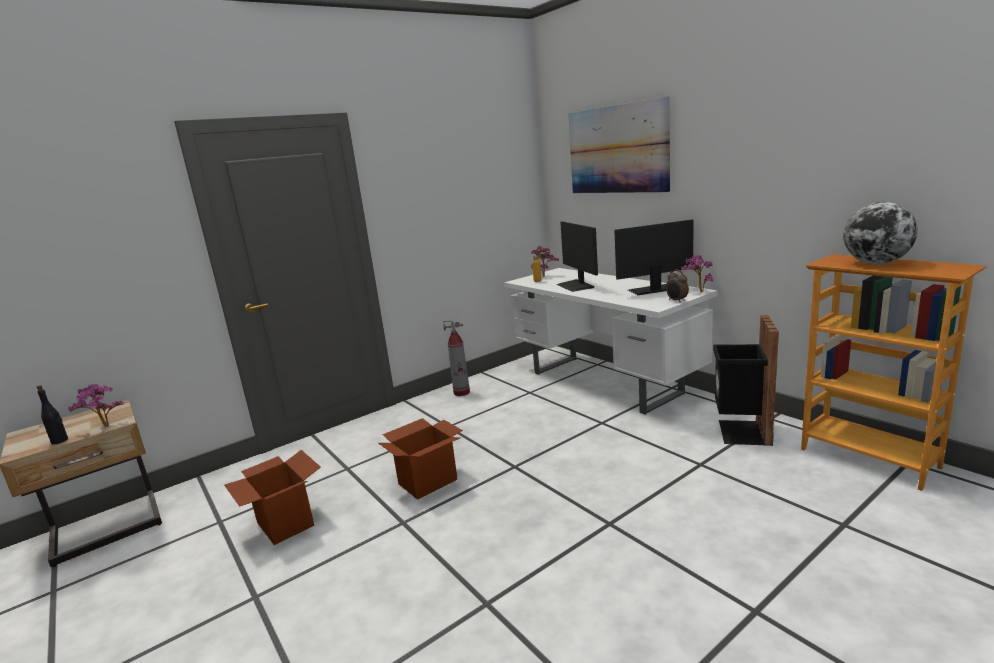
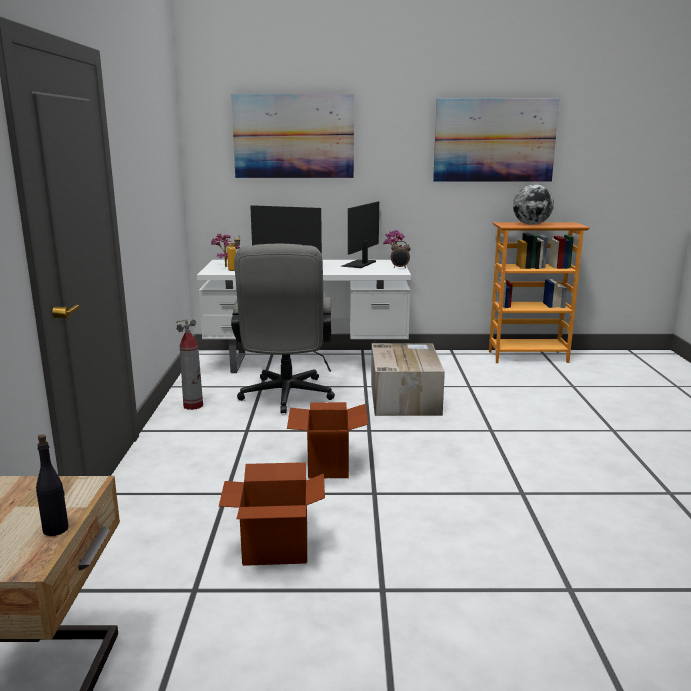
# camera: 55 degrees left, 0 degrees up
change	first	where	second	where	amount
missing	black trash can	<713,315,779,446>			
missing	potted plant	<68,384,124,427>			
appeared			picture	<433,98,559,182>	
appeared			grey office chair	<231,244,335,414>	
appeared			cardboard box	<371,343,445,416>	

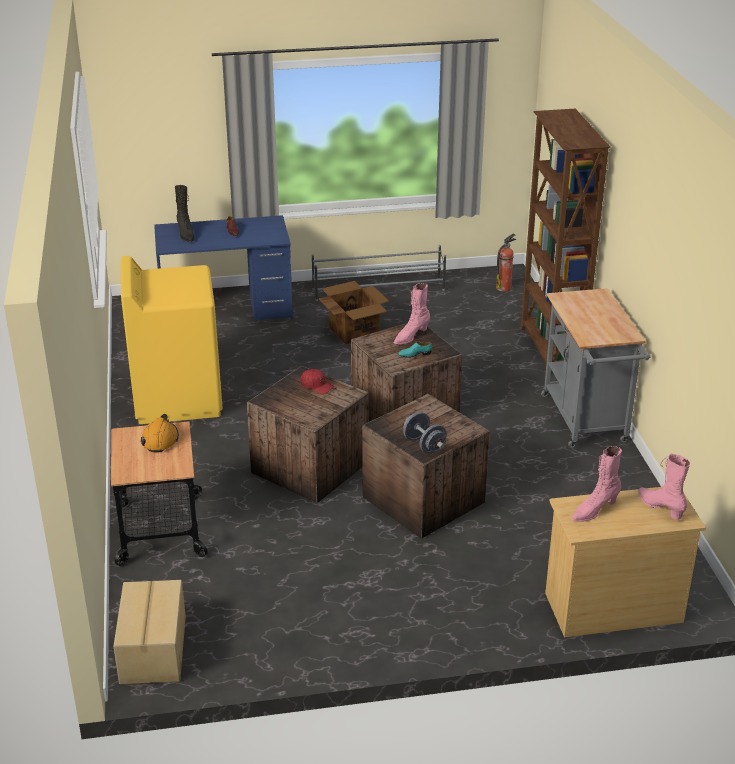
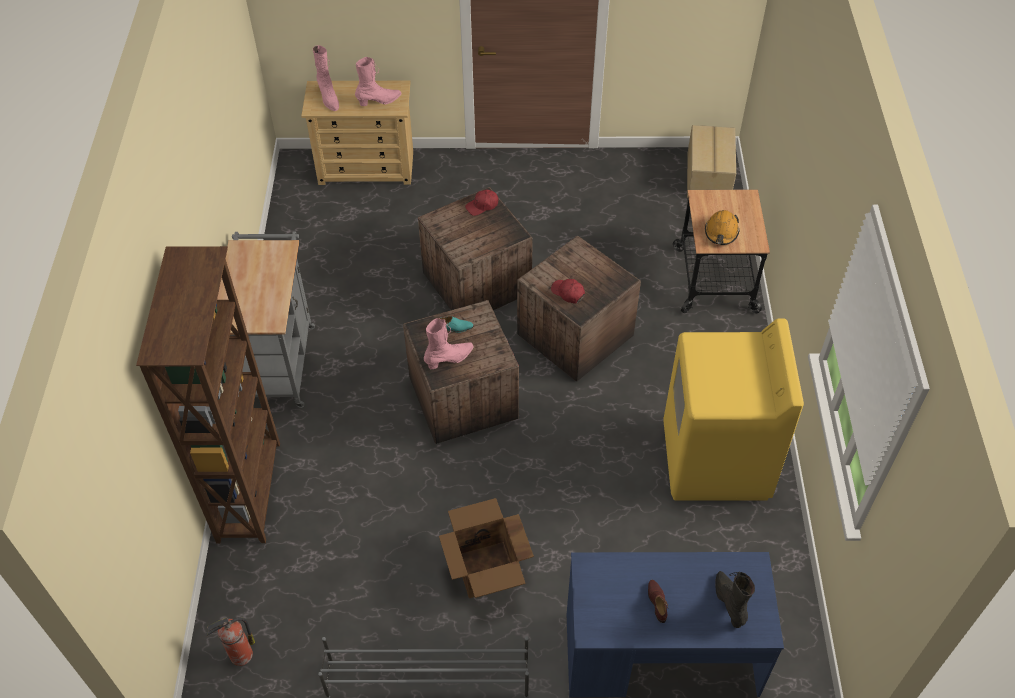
# camera: 170 degrees left, 20 degrees up
change	first	where	second	where	amount
exchanged	grey dumbbell	<403,412,447,454>	red cap	<465,189,499,216>	

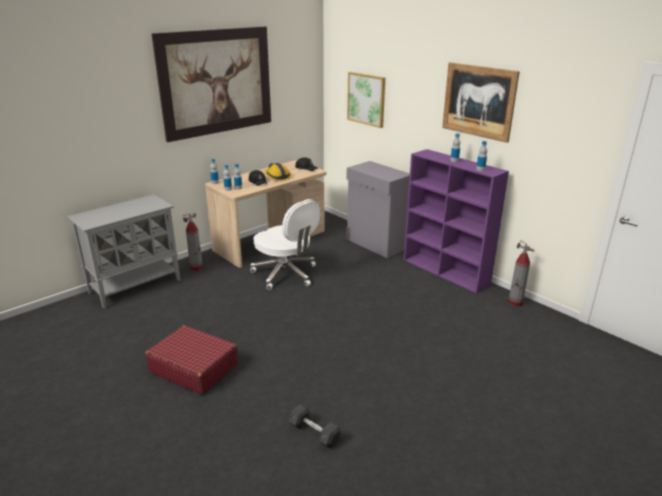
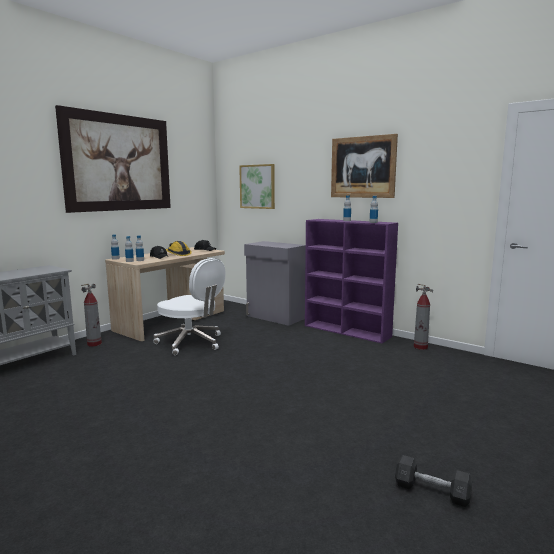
# camera: 10 degrees left, 15 degrees down
change	first	where	second	where	amount
missing	red suitcase	<145,325,238,395>			
relocated	grey dumbbell	<289,404,341,449>		<395,455,472,507>	

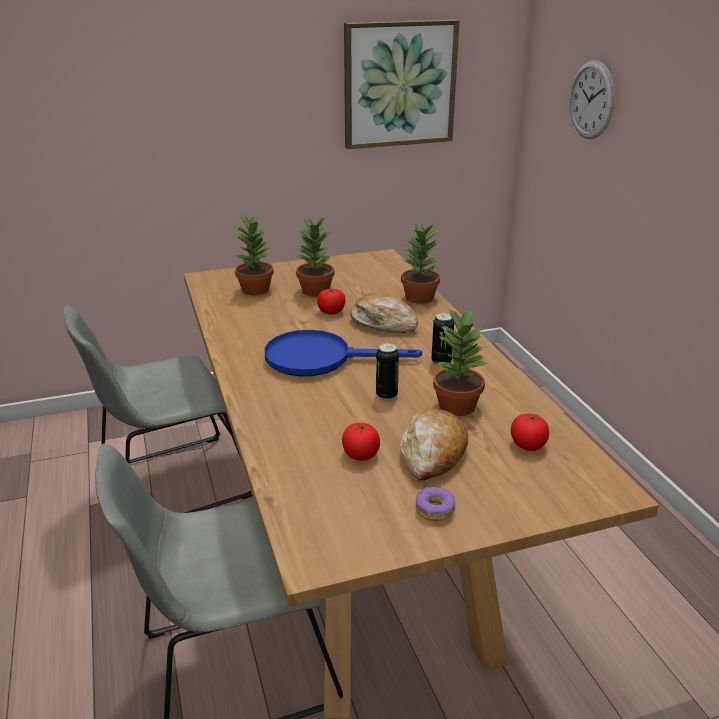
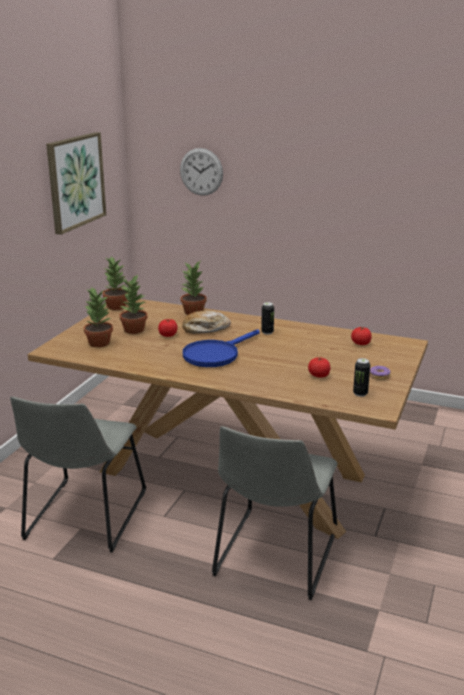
# camera: 50 degrees left, 5 degrees down
change	first	where	second	where	amount
relocated	potted plant	<433,309,488,416>		<103,256,128,310>	
relocated	can	<376,343,399,400>		<353,358,370,397>	
missing	bread	<400,409,468,480>			

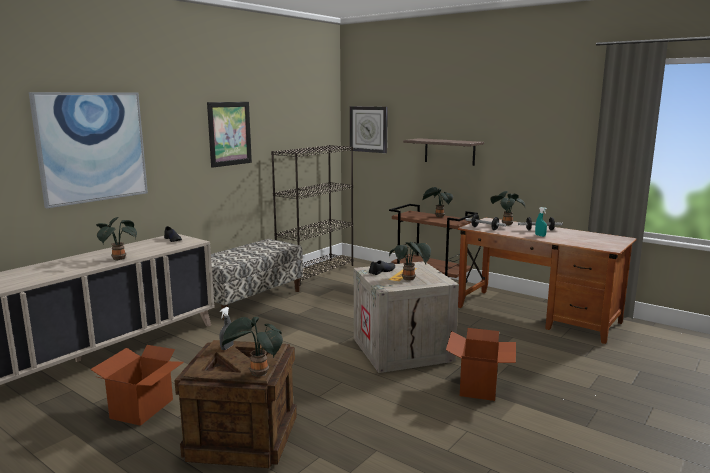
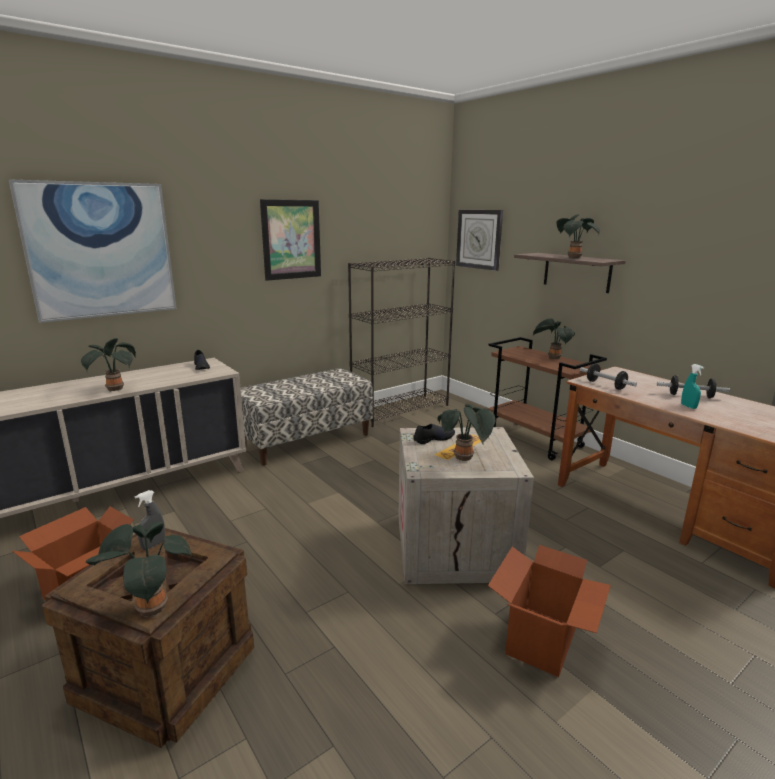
# camera: 15 degrees right, 5 degrees up
change	first	where	second	where	amount
relocated	potted plant	<491,191,525,226>		<556,214,600,258>	

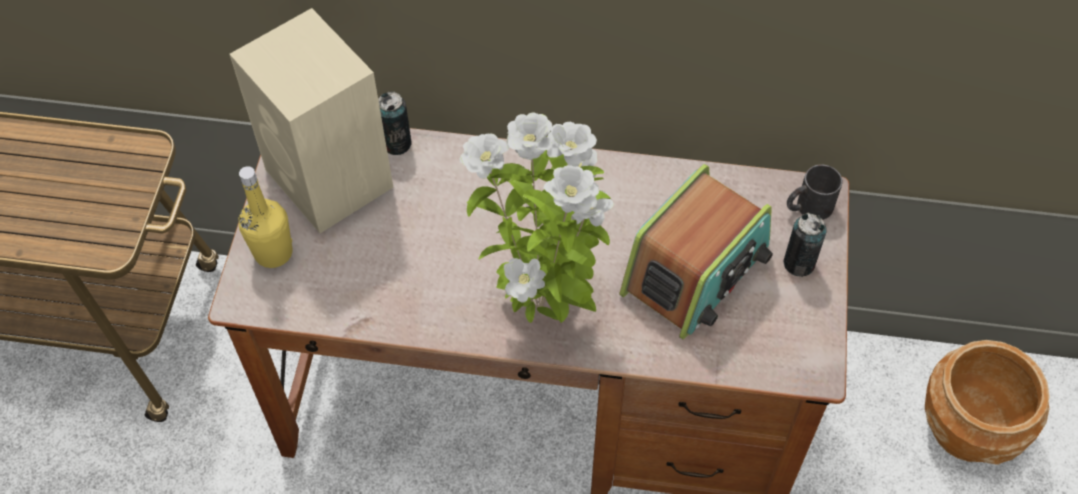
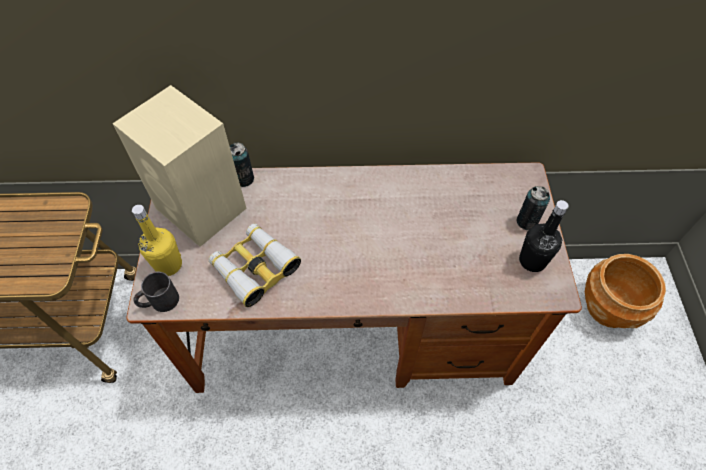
# camera: 10 degrees left, 0 degrees up
change	first	where	second	where	amount
missing	potted plant	<459,113,614,323>			
missing	radio	<619,164,773,339>			
relocated	black mug	<787,165,843,220>		<133,272,179,312>	
appeared			black bottle	<519,200,569,272>	
appeared			binoculars	<209,223,301,307>	

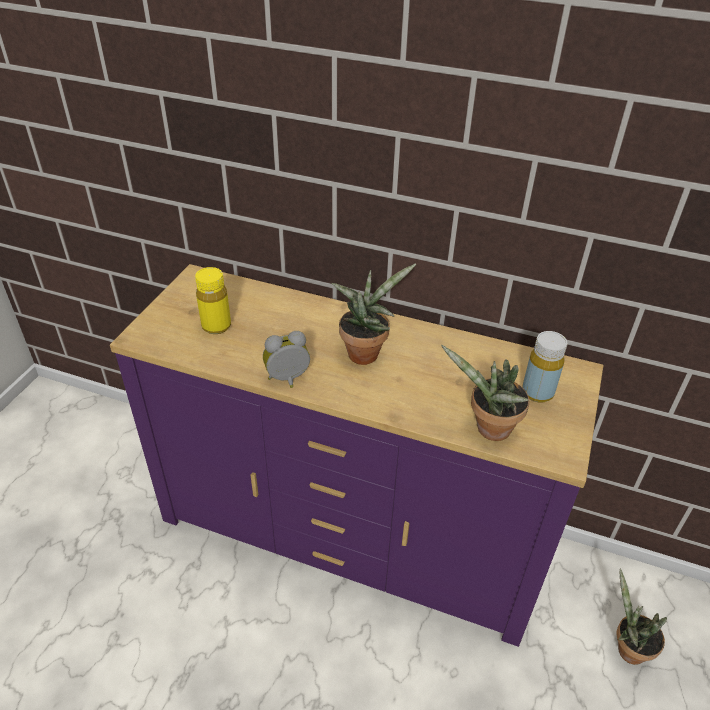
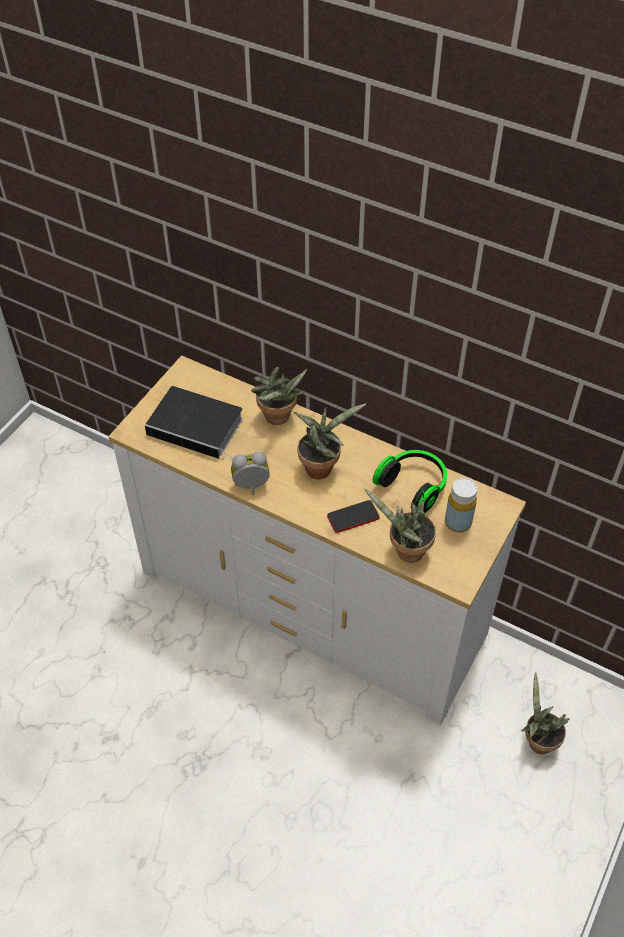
# camera: 10 degrees right, 10 degrees up
change	first	where	second	where	amount
colour	purple dresser	<110,264,604,647>	white dresser	<108,355,526,725>	
exchanged	yellow bottle	<195,267,231,334>	book	<145,386,243,460>	
appeared			potted plant	<251,367,307,425>	
appeared			headphones	<373,450,447,513>	
appeared			phone	<327,500,380,533>	

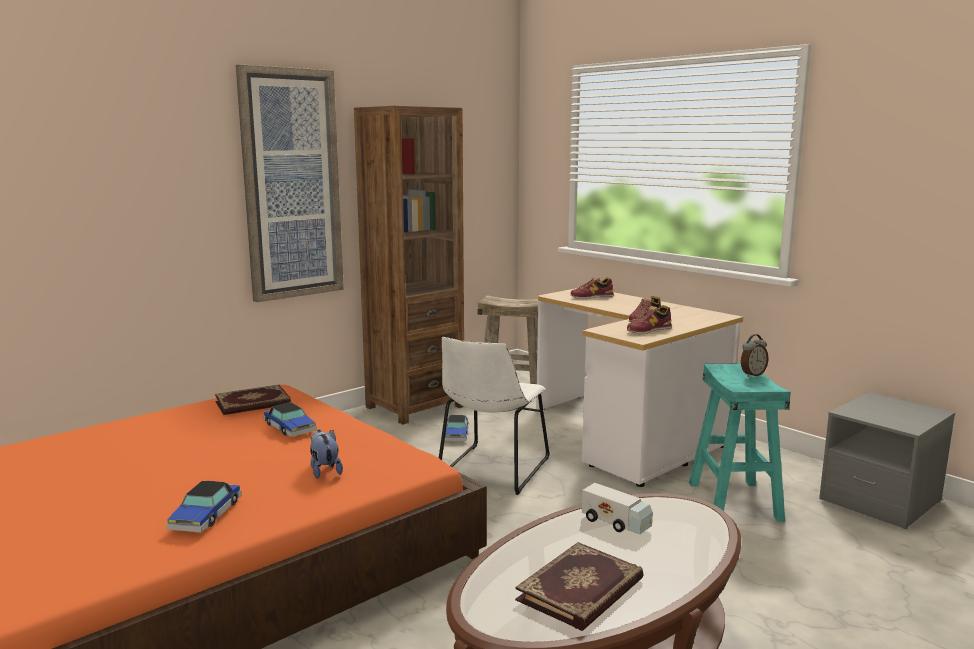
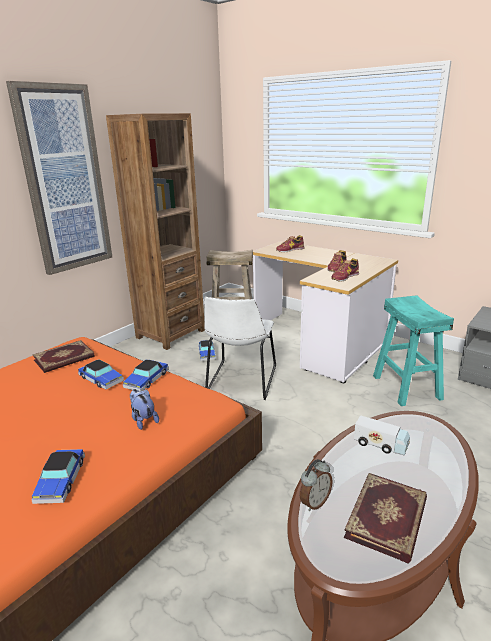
# camera: 10 degrees left, 10 degrees up
change	first	where	second	where	amount
relocated	alarm clock	<741,334,769,377>		<300,459,333,511>	
appeared			toy car	<123,360,169,392>	

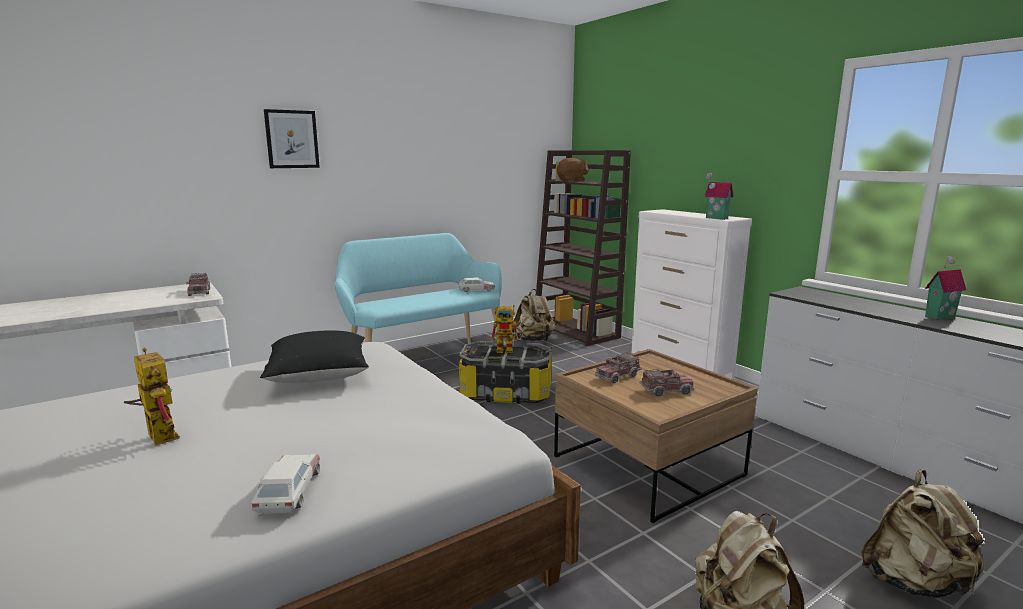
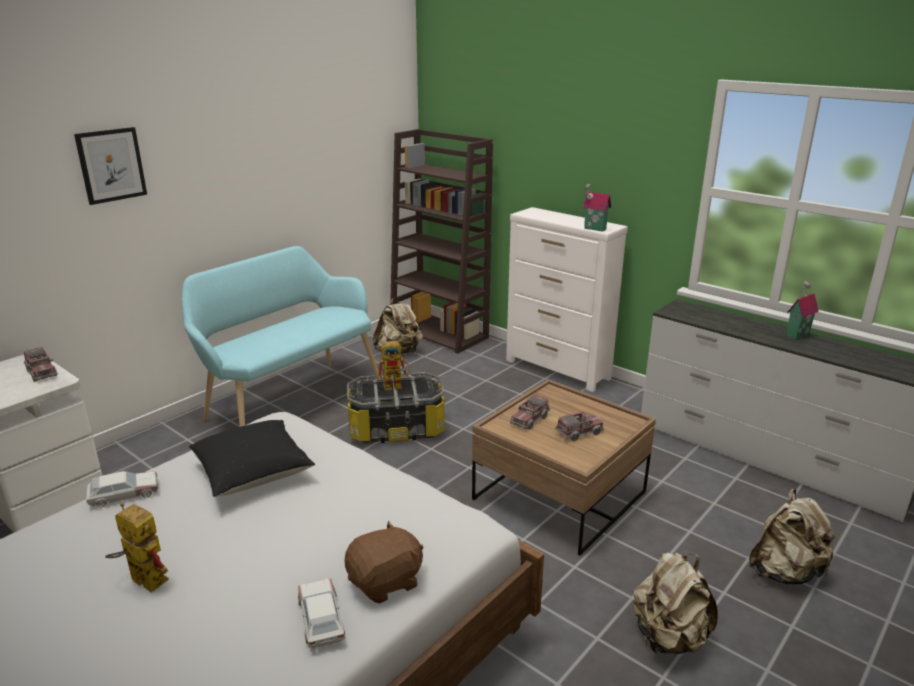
# camera: 15 degrees left, 10 degrees up
change	first	where	second	where	amount
relocated	brown plush toy	<557,158,589,182>		<345,520,423,604>	
relocated	toy car	<458,277,495,292>		<86,471,158,508>	

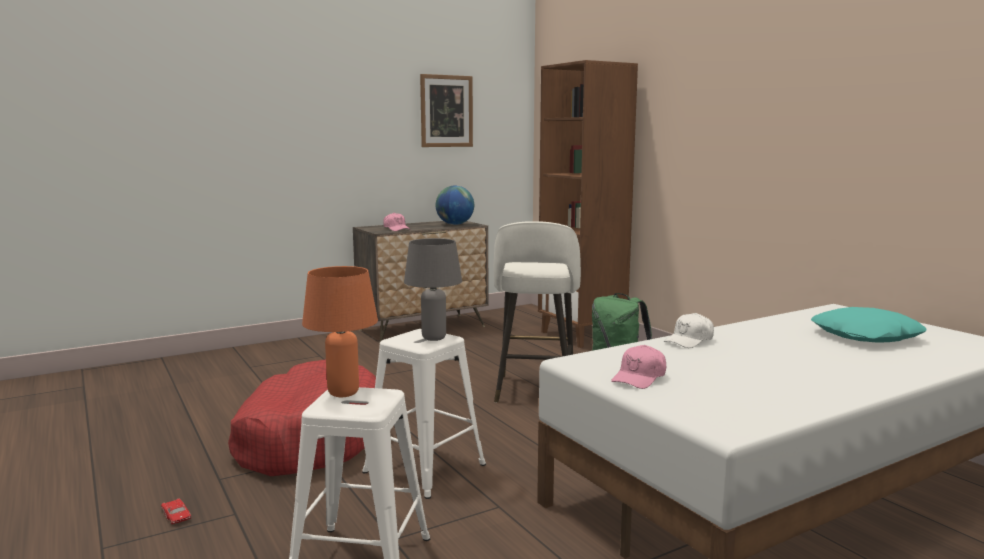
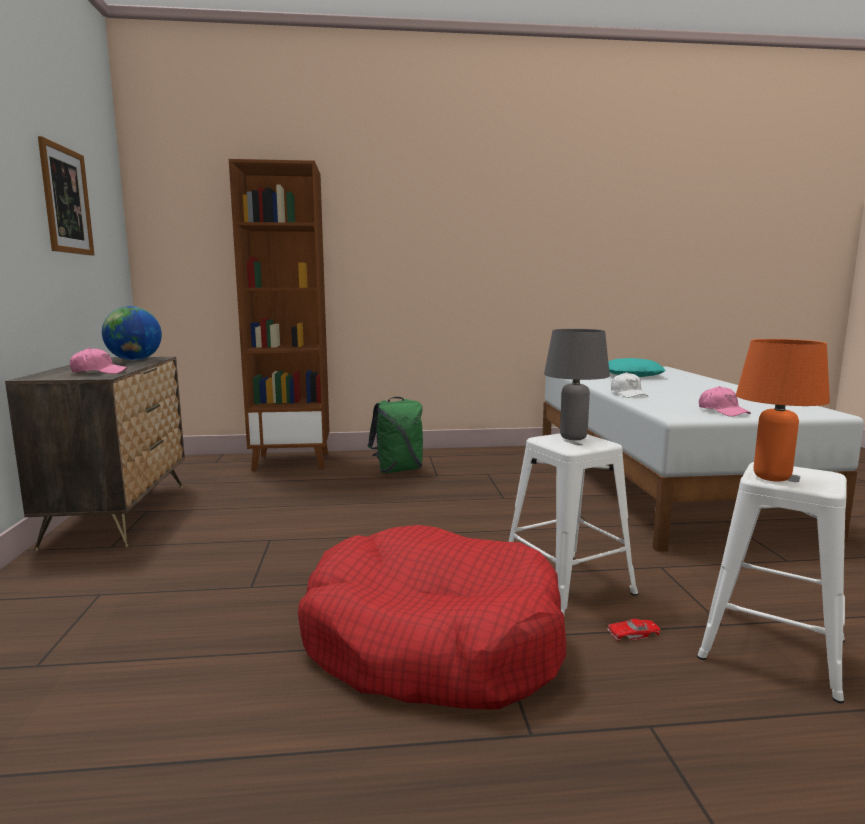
# camera: 65 degrees left, 0 degrees up
change	first	where	second	where	amount
missing	white stool	<494,221,581,403>			
relocated	red toy car	<161,499,191,524>		<608,619,661,641>	

